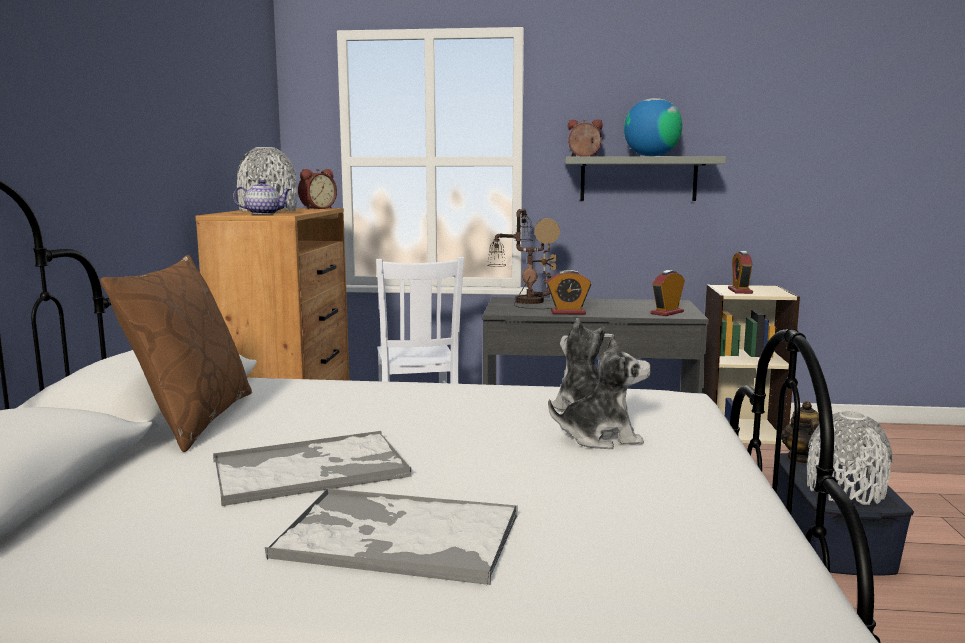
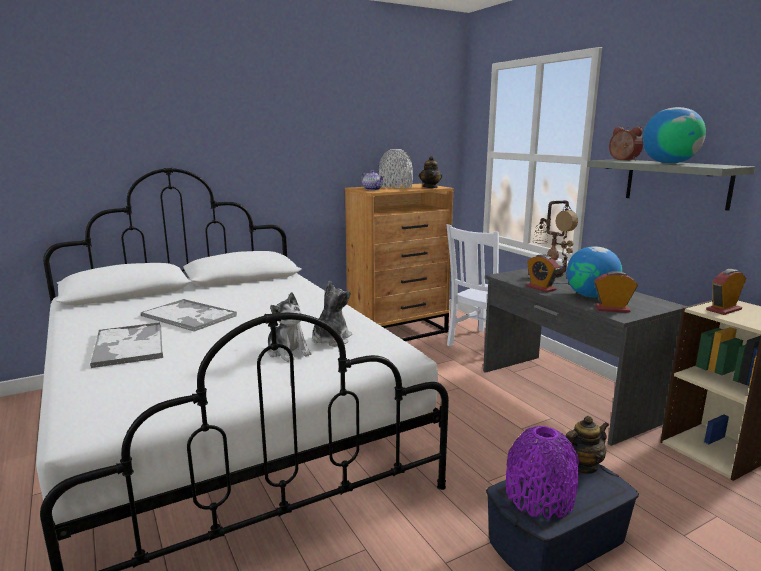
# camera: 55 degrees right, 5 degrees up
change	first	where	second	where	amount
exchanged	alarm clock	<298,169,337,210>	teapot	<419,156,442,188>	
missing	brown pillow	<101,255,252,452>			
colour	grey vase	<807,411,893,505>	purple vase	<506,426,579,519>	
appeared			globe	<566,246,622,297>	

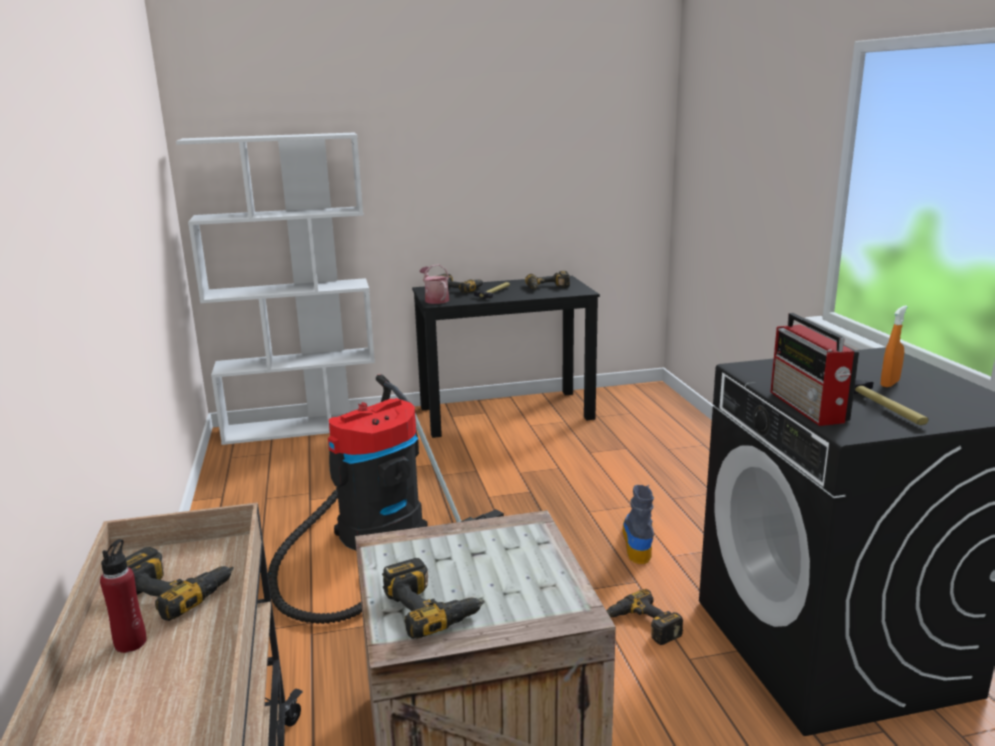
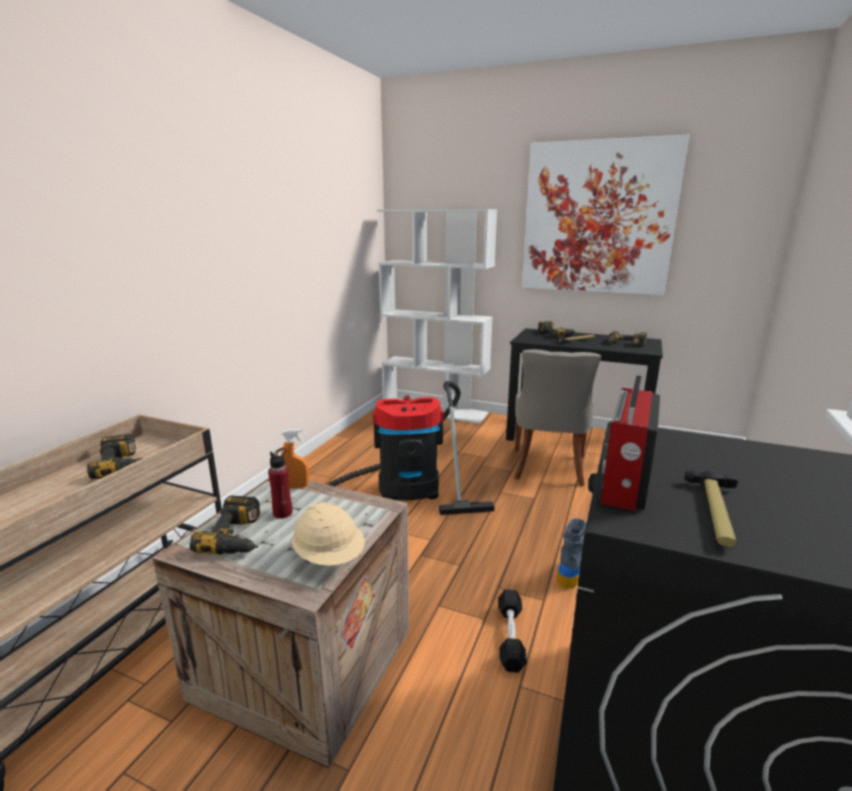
# camera: 35 degrees right, 0 degrees up
change	first	where	second	where	amount
missing	watering can	<420,264,449,304>			
relocated	orange spray bottle	<881,305,908,387>		<281,429,309,489>	
relocated	red bottle	<100,539,147,653>		<268,448,292,519>	
exchanged	power drill	<607,589,683,645>	black dumbbell	<498,589,527,673>	
appeared			picture	<522,135,690,295>	
appeared			grey chair	<514,349,601,486>	
appeared			beige hard hat	<292,502,365,566>	

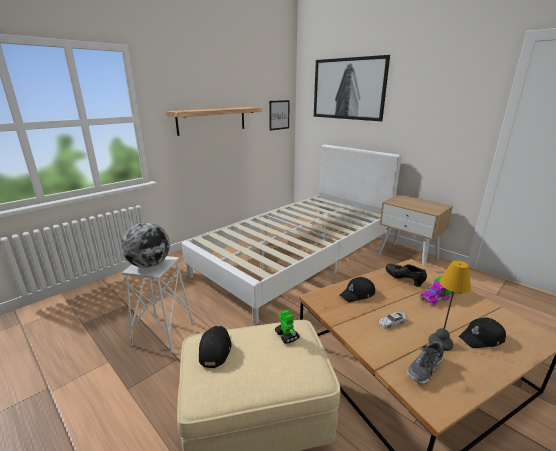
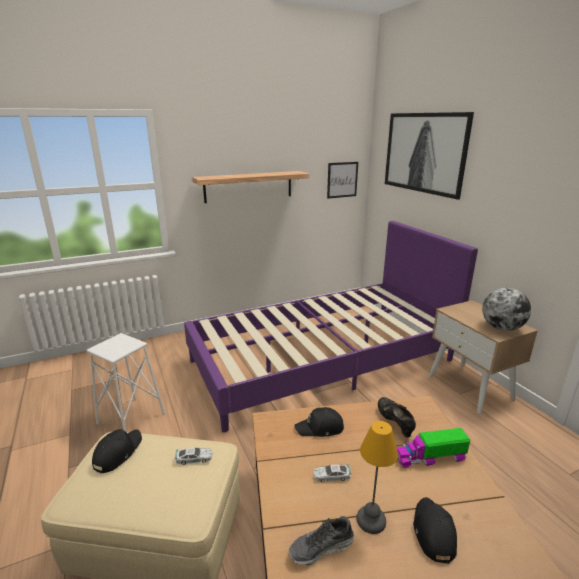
# camera: 20 degrees right, 0 degrees up
change	first	where	second	where	amount
colour	white bed	<181,144,402,324>	purple bed	<184,221,478,432>	
relocated	globe	<121,223,170,268>		<482,288,531,331>	
exchanged	toy robot	<275,310,300,344>	toy car	<175,447,213,465>	
spun	black cap	<459,317,506,348>		<413,497,457,564>	90 degrees clockwise

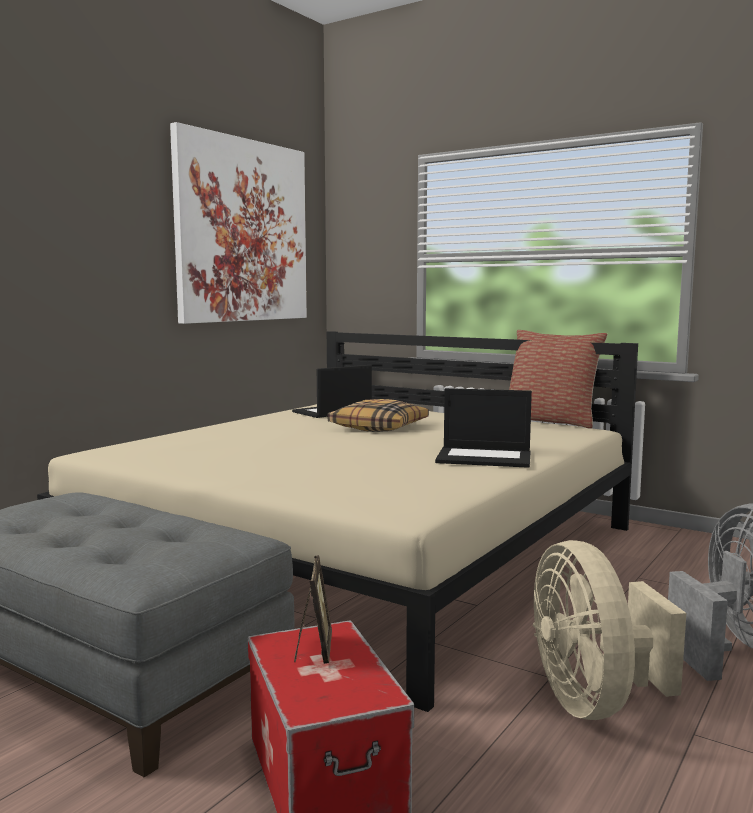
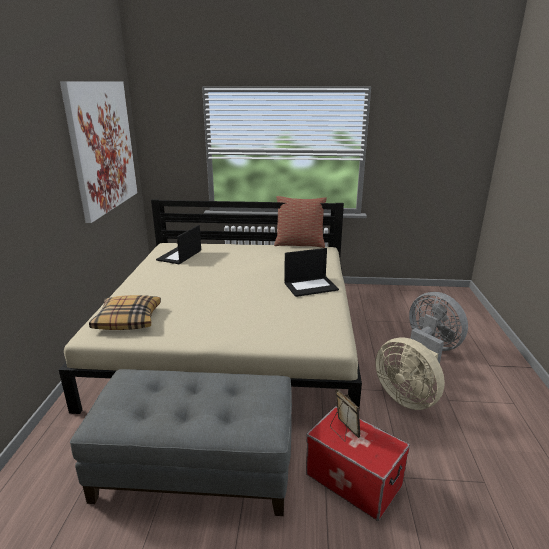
# camera: 30 degrees left, 15 degrees up
change	first	where	second	where	amount
relocated	pillow	<327,399,429,432>		<89,295,161,330>	

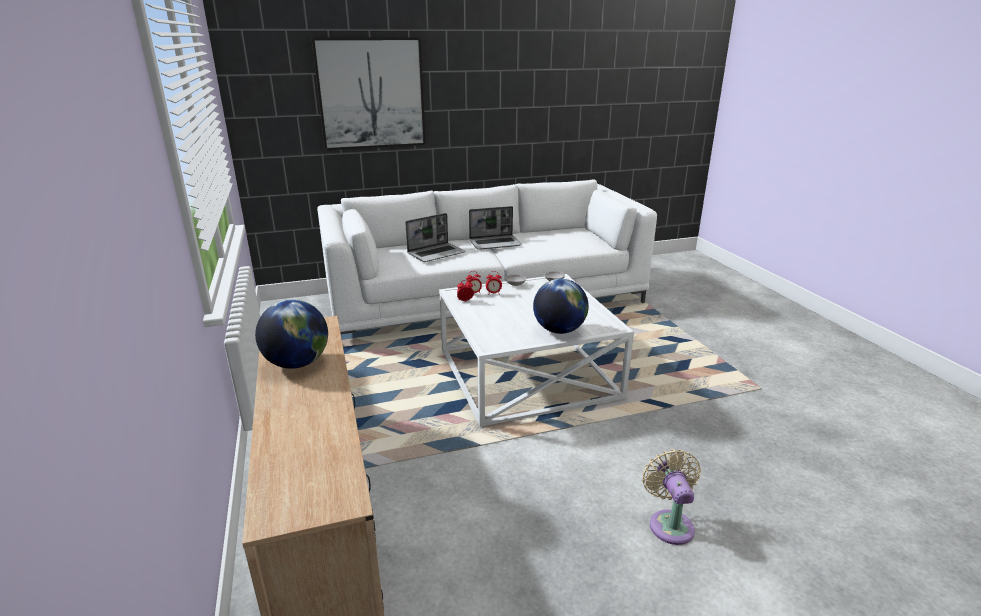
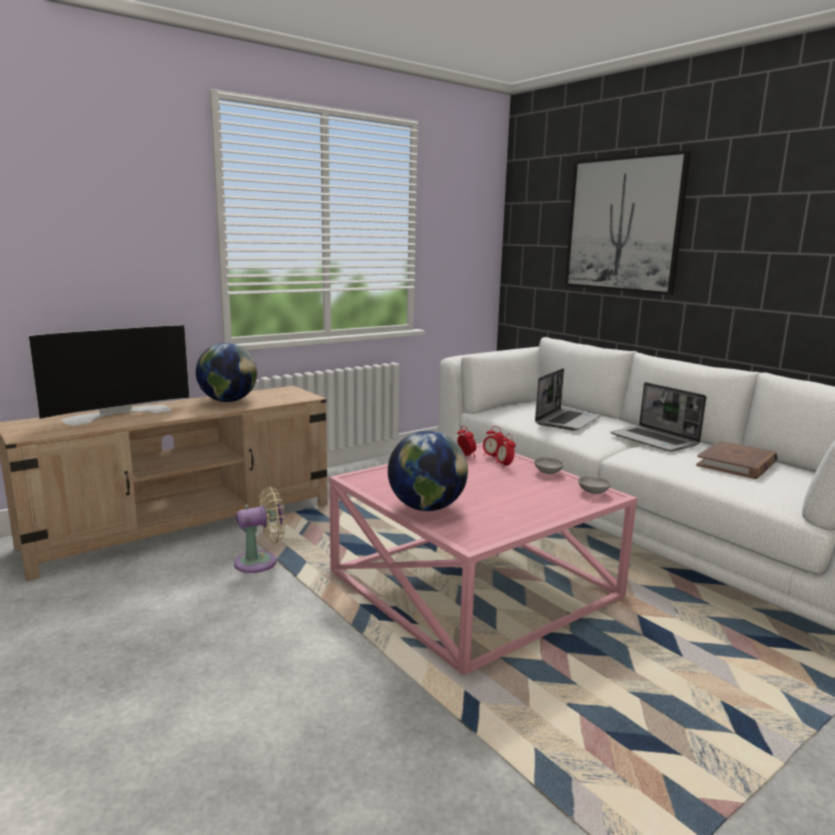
# camera: 70 degrees right, 10 degrees down
change	first	where	second	where	amount
spun	laptop	<405,213,466,262>		<535,369,601,430>	90 degrees counterclockwise
colour	white coffee table	<439,274,634,427>	pink coffee table	<329,443,637,676>	
relocated	beige fan	<642,449,701,545>		<234,487,285,573>	
appeared			television	<28,325,190,426>	
appeared			brown book	<696,441,778,479>	

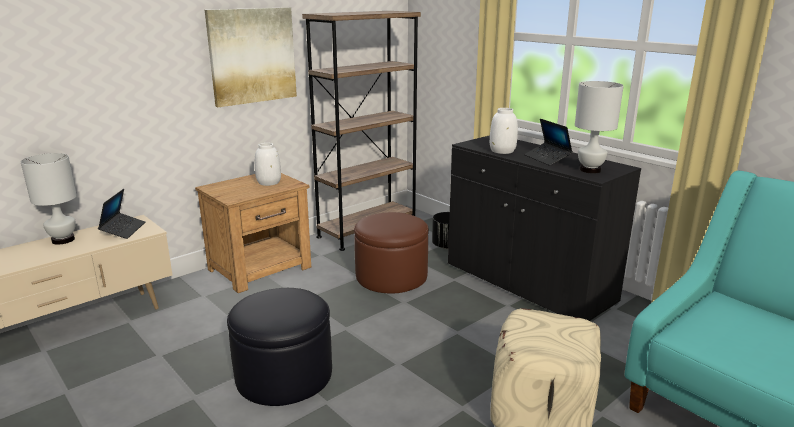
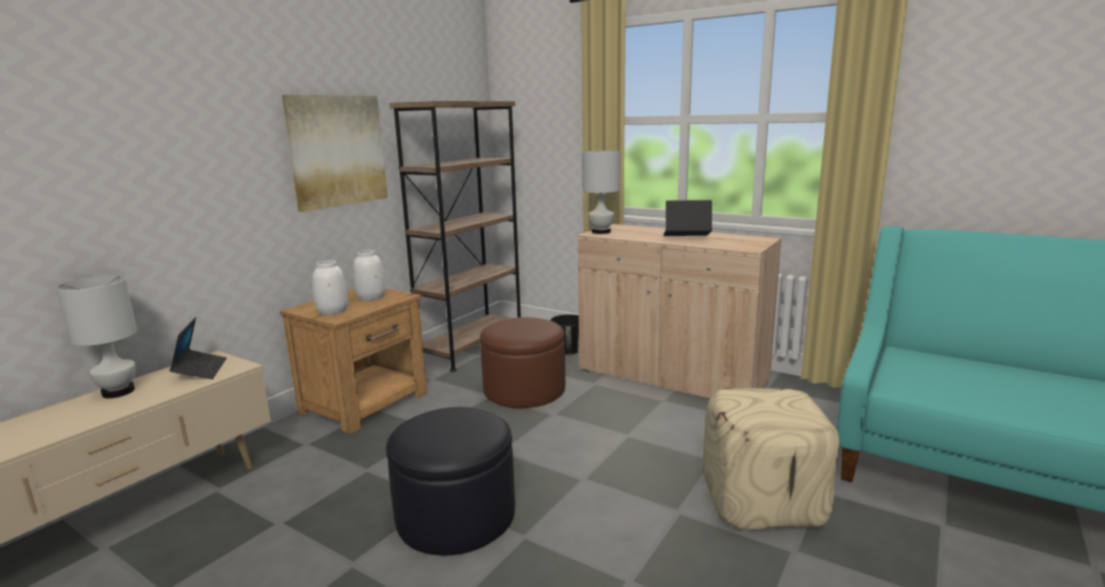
# camera: 15 degrees left, 5 degrees down
change	first	where	second	where	amount
relocated	white table lamp	<575,81,624,174>		<582,150,620,234>	
relocated	white vase	<490,108,518,154>		<312,260,348,315>	
spun	laptop	<524,119,573,166>		<663,200,712,236>	135 degrees clockwise
colour	black cabinet	<448,135,641,321>	beige cabinet	<578,224,782,399>	

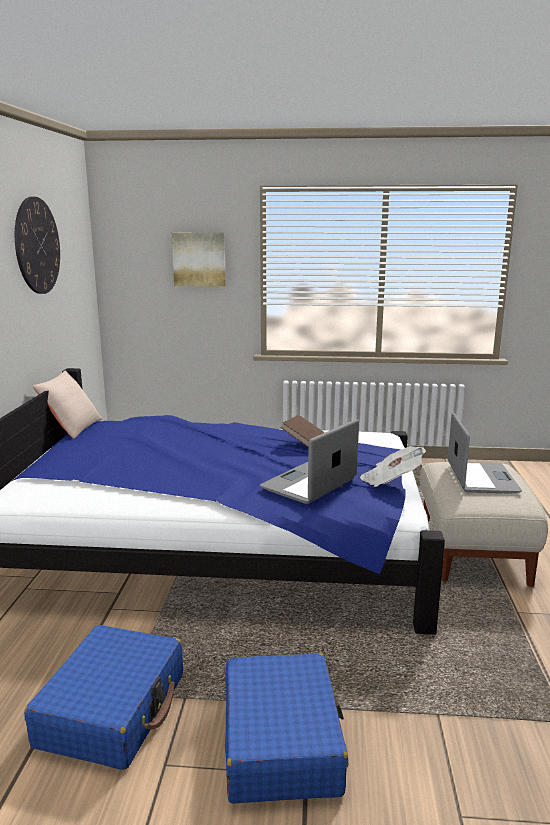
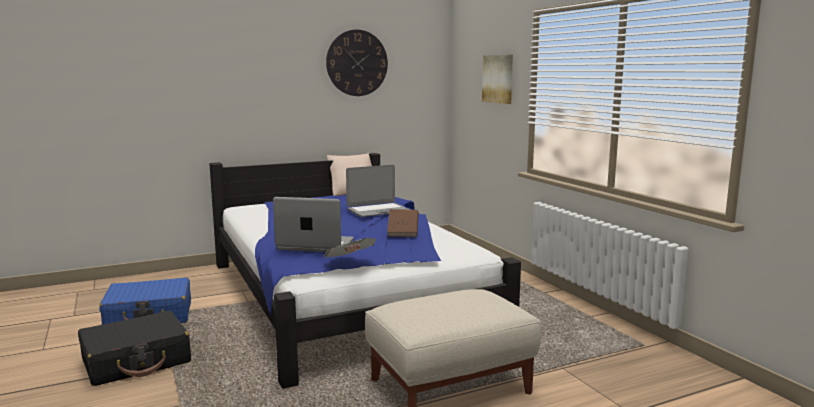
# camera: 60 degrees right, 5 degrees down
change	first	where	second	where	amount
relocated	laptop	<448,413,522,494>		<346,165,410,217>	
colour	blue suitcase	<225,653,348,804>	black suitcase	<78,311,191,386>	

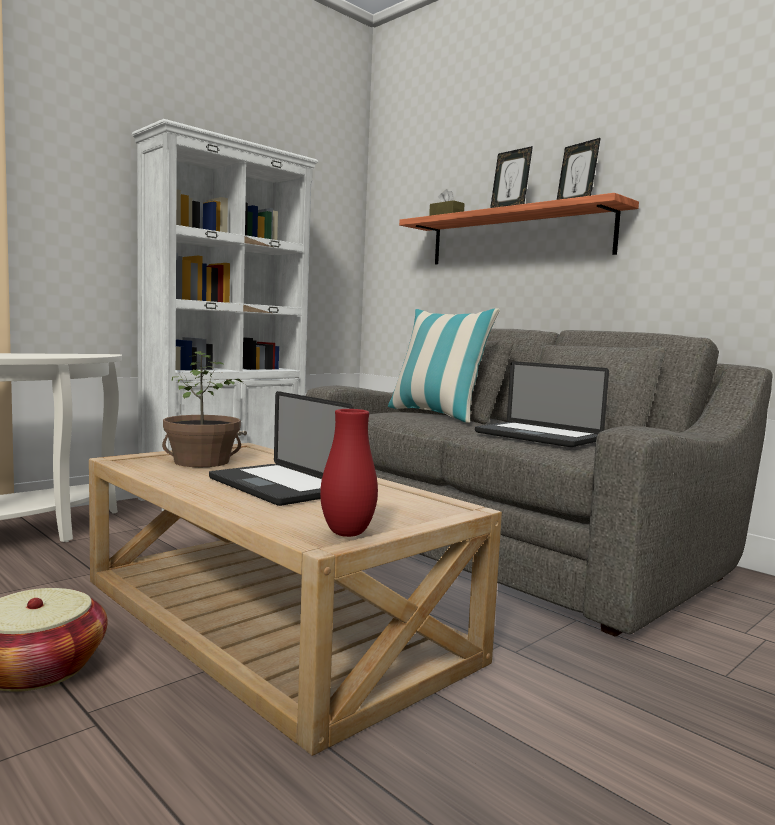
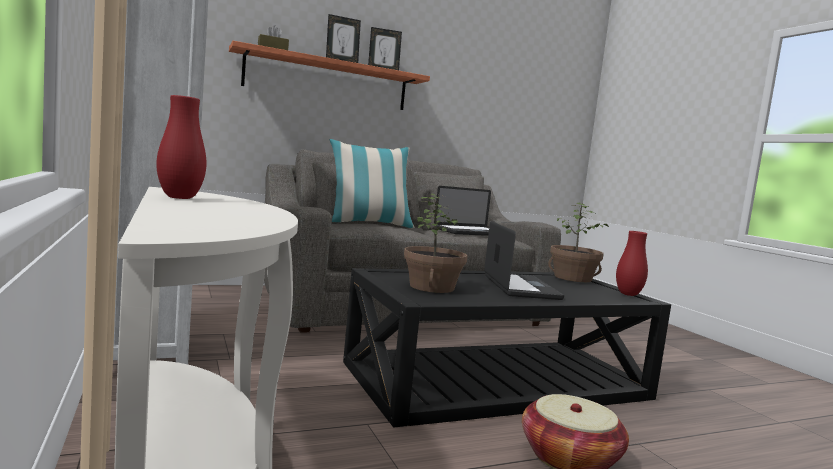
# camera: 70 degrees left, 0 degrees up
change	first	where	second	where	amount
spun	laptop	<209,391,353,506>		<484,221,564,300>	75 degrees counterclockwise
colour	beige coffee table	<89,443,502,756>	black coffee table	<343,268,671,427>	
appeared			red vase	<156,95,206,199>	
appeared			potted plant	<548,203,609,282>	

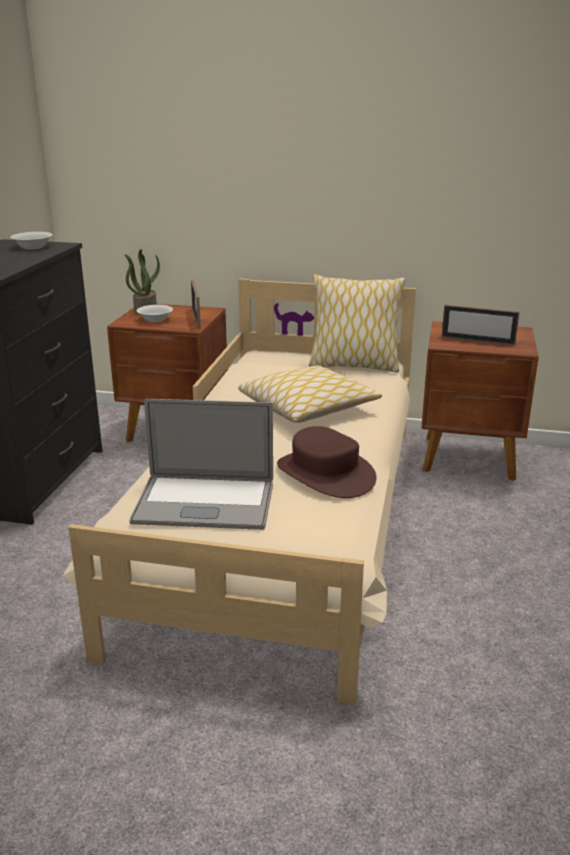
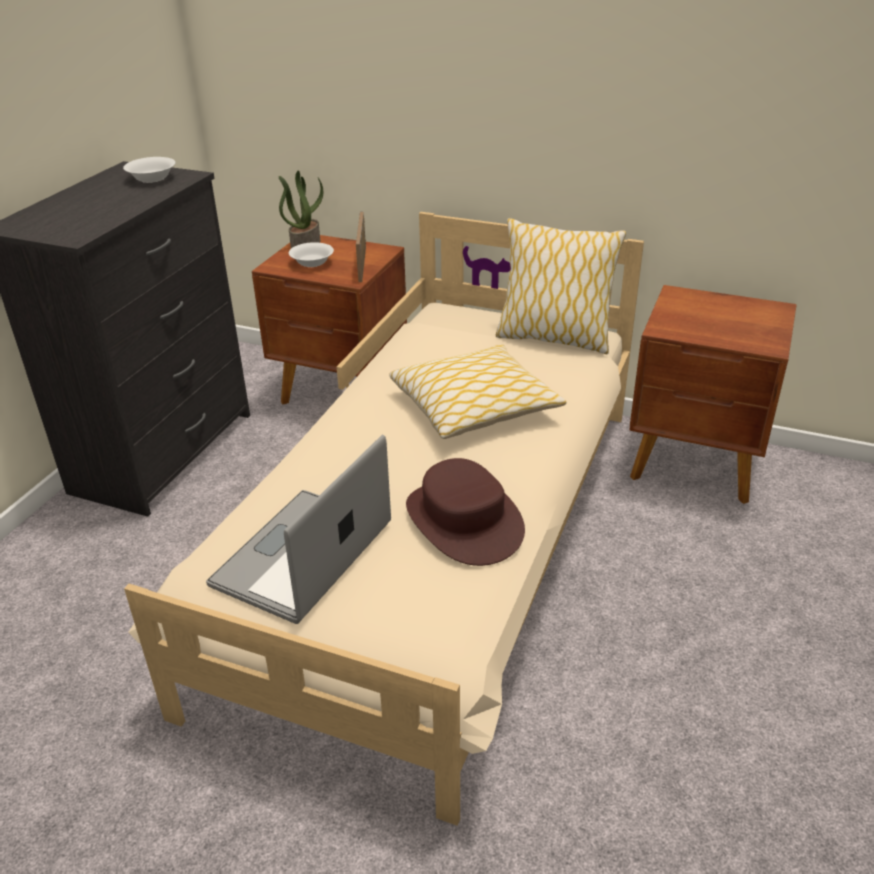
# camera: 10 degrees right, 10 degrees up
change	first	where	second	where	amount
missing	picture frame	<442,304,519,345>			
spun	laptop	<129,399,273,530>		<206,435,391,624>	105 degrees clockwise

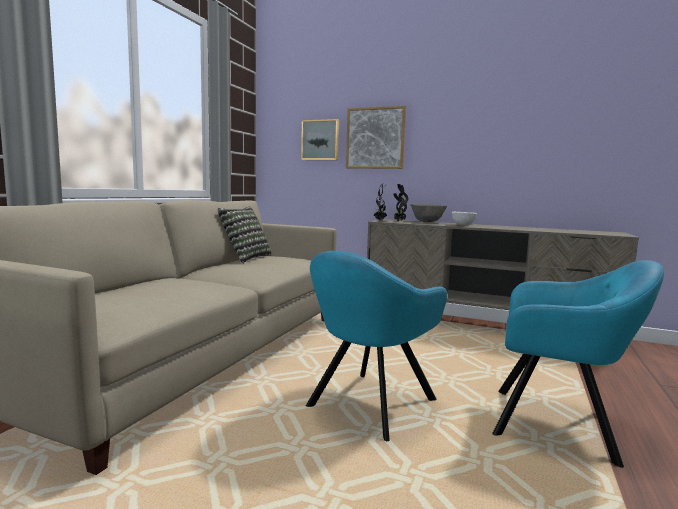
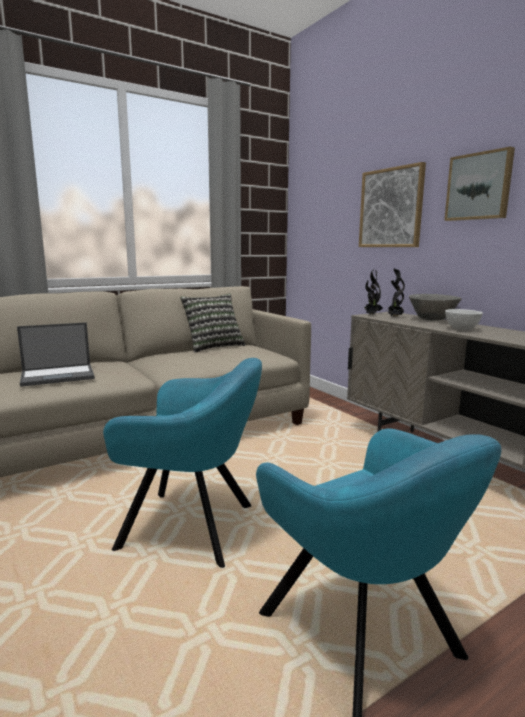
# camera: 35 degrees right, 5 degrees up
change	first	where	second	where	amount
relocated	picture	<301,119,339,160>		<444,147,515,221>	
spun	turquoise armchair	<306,251,447,441>		<103,358,262,568>	150 degrees counterclockwise
appeared			laptop	<17,322,95,387>	

